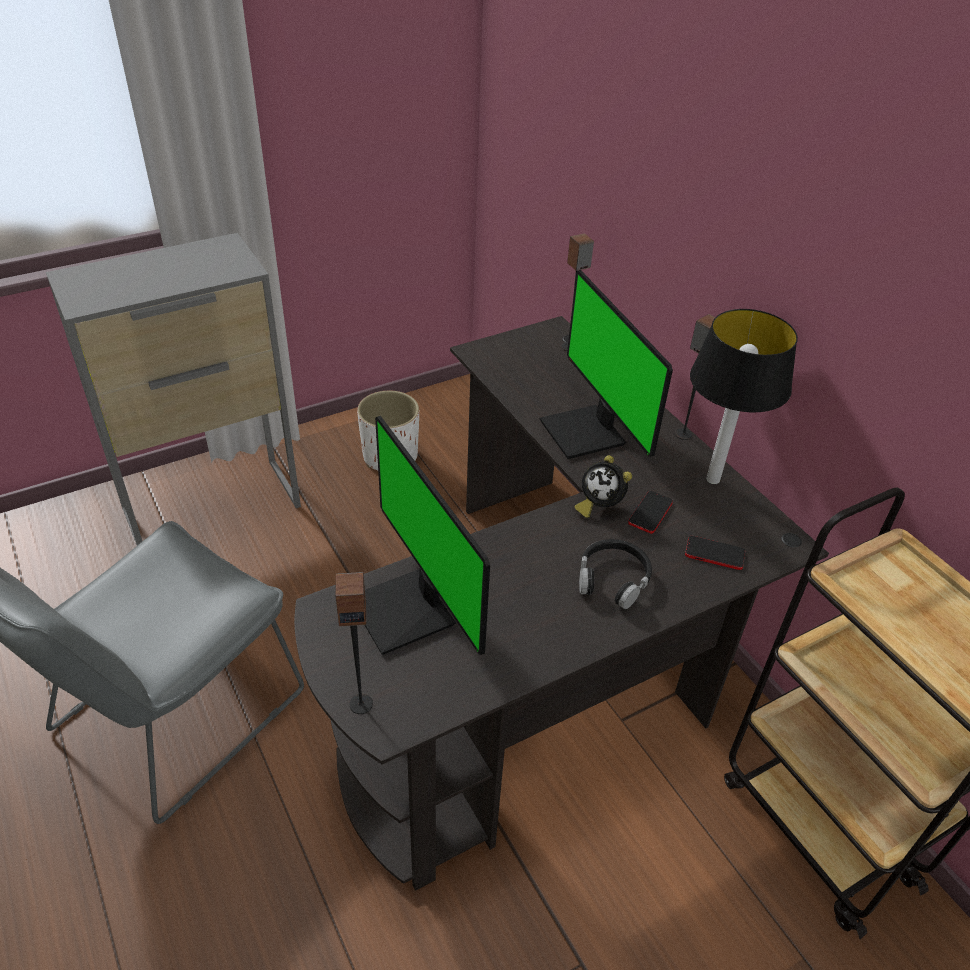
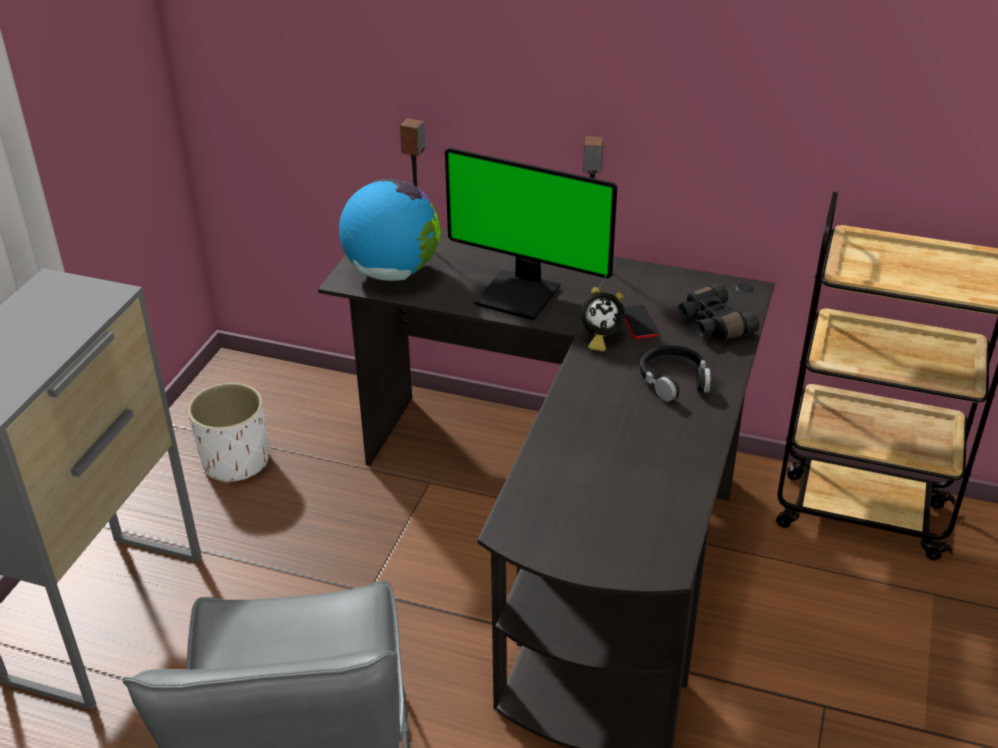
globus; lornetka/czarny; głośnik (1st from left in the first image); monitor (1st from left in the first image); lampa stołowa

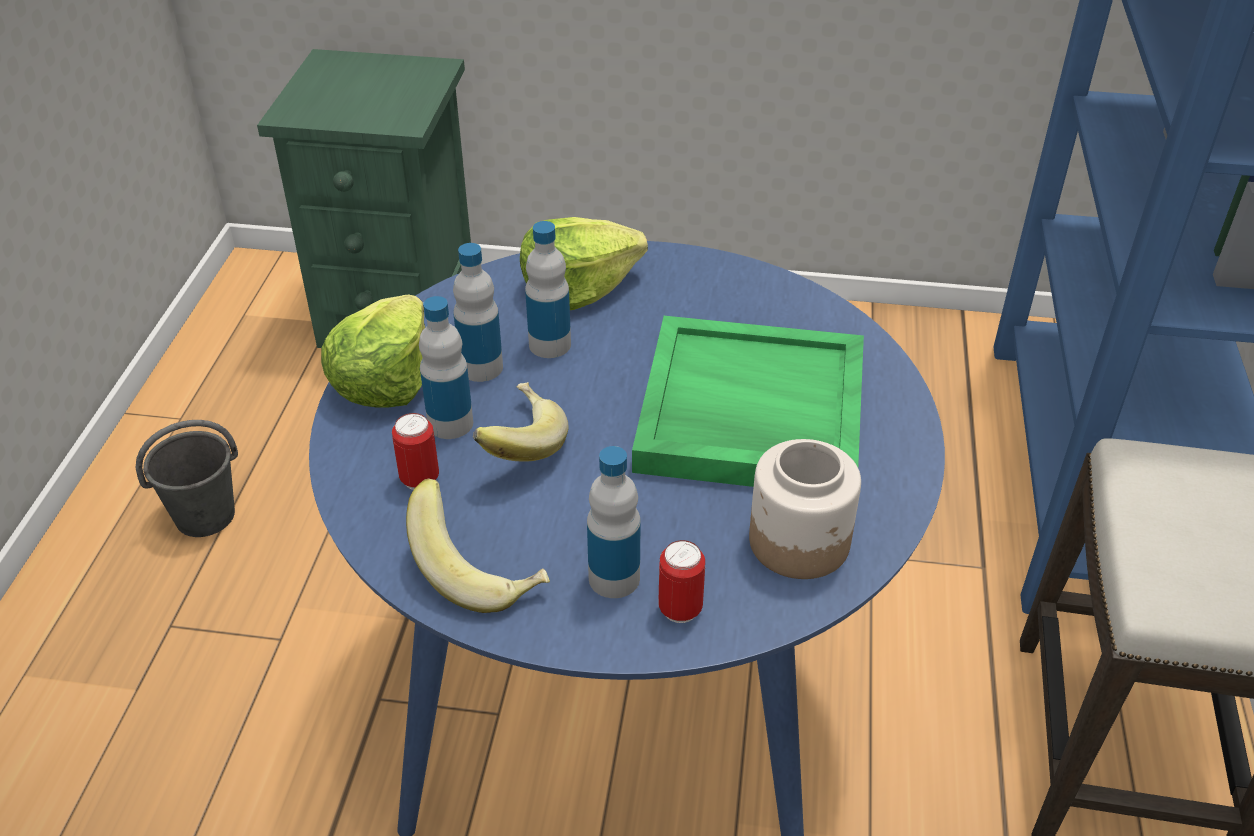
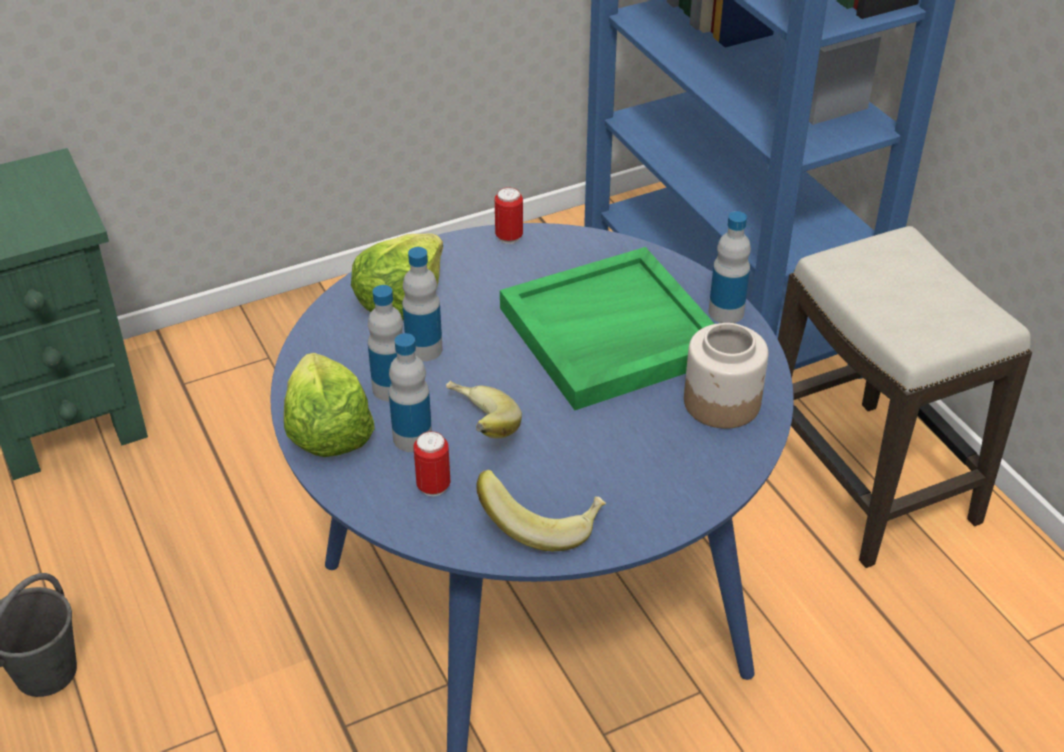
puszka (2nd from left); butelka (4th from left)

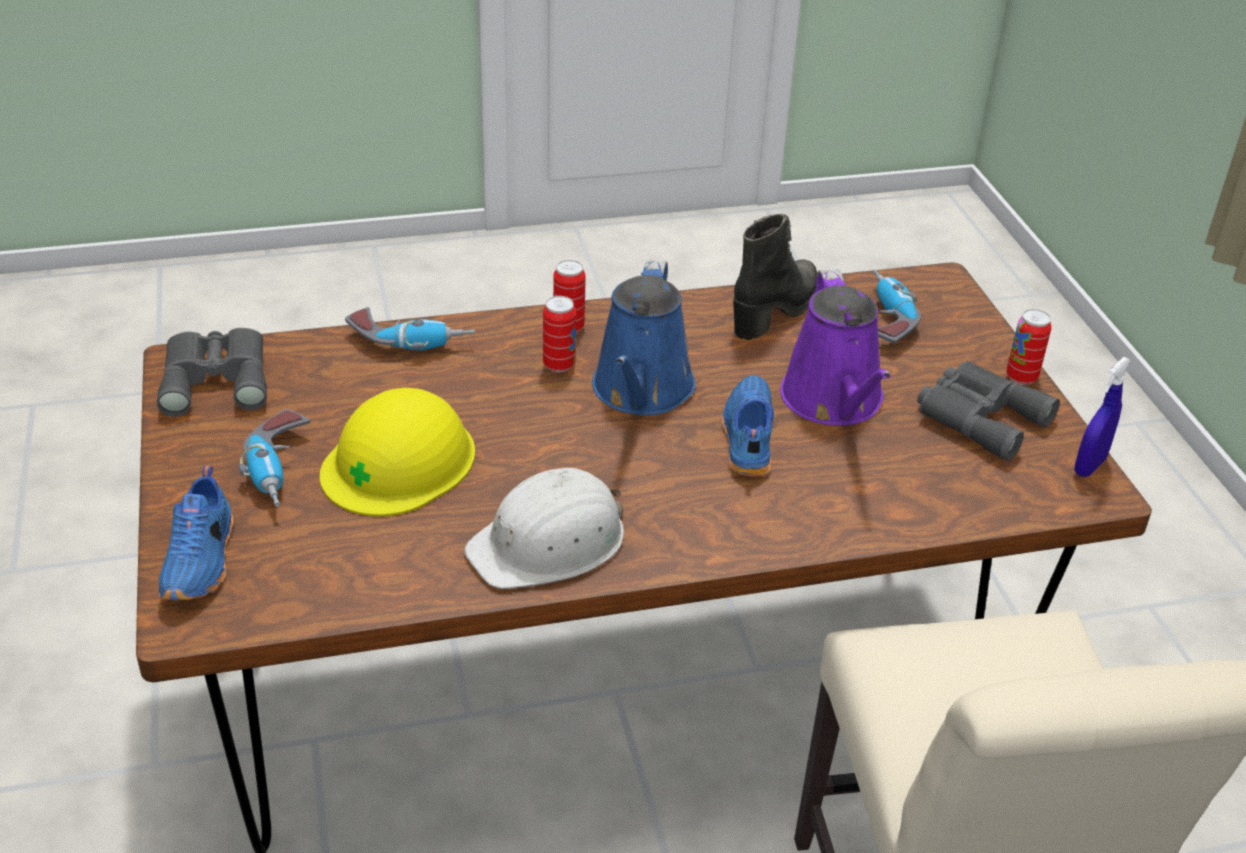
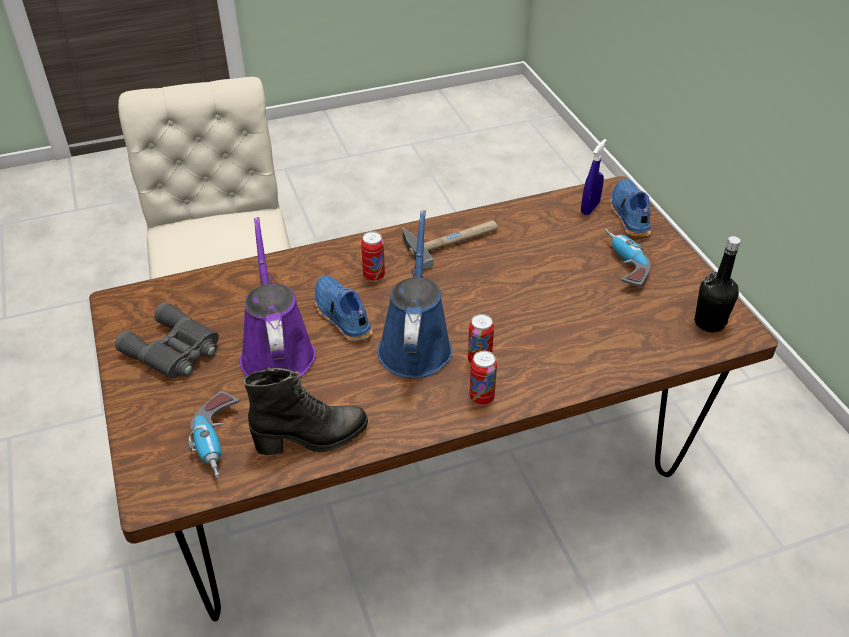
but z cholewką/czarny; but/niebieski (1st from left); puszka (1st from left); młotek; spryskiwacz/niebieski; butelka/czarny; kask/żółty; wiertarka (2nd from left in the first image)

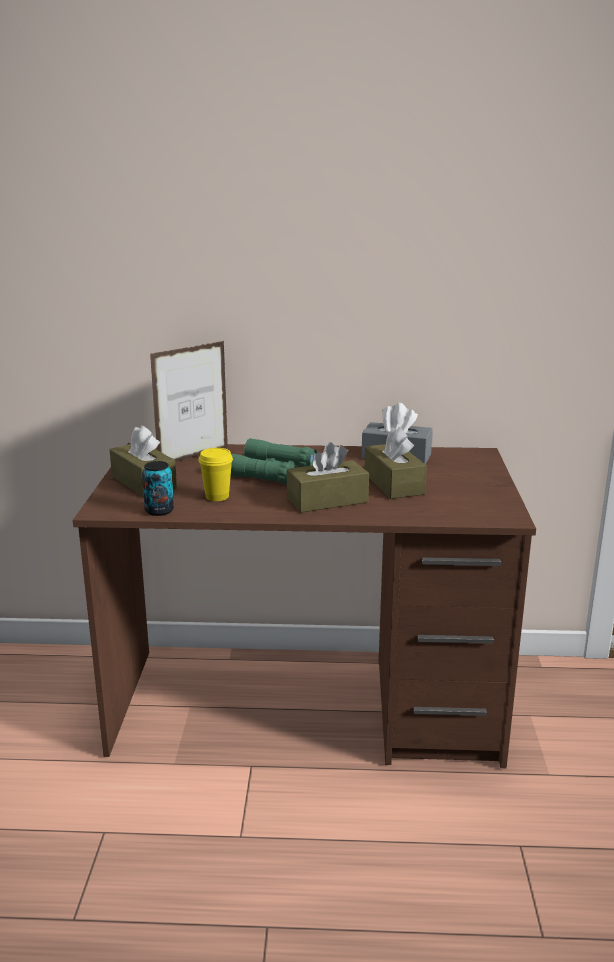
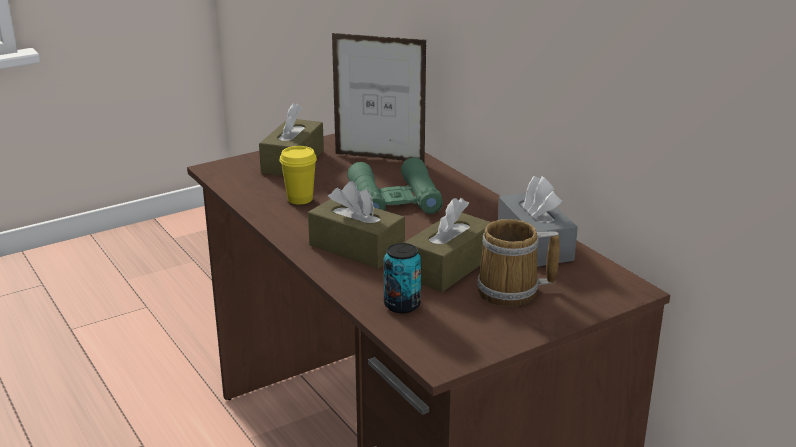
puszka; kubek

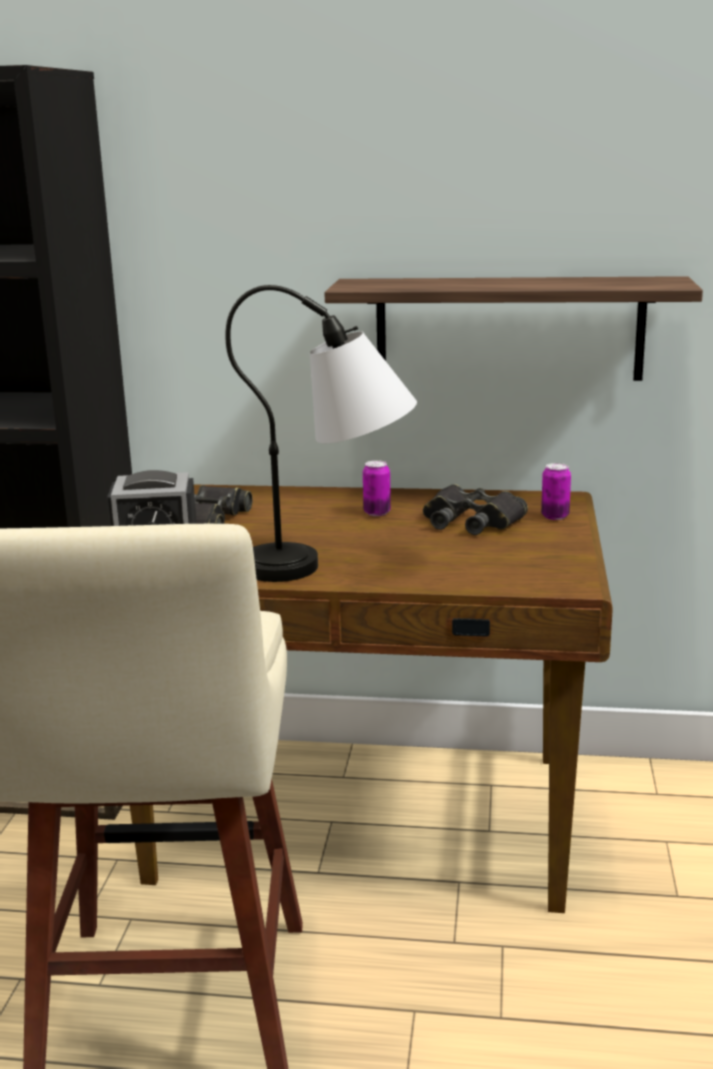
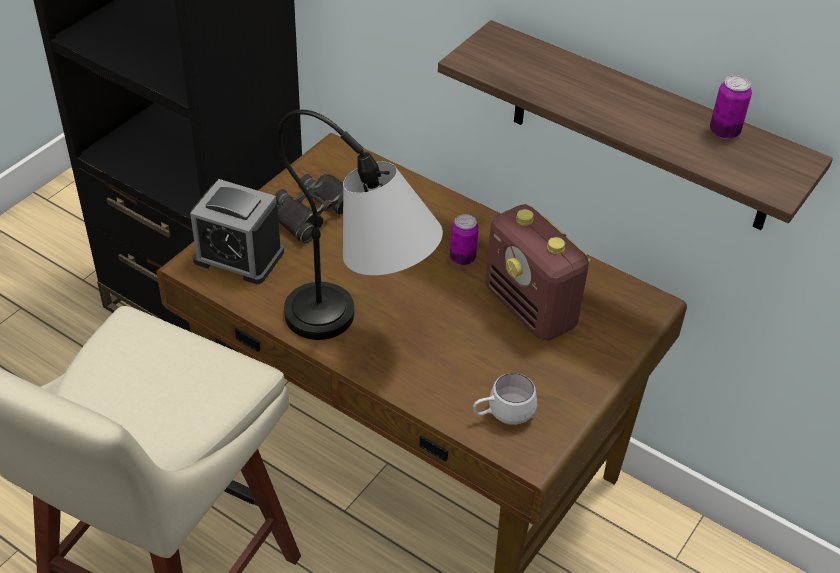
kubek/biały; radio; puszka (2nd from left)

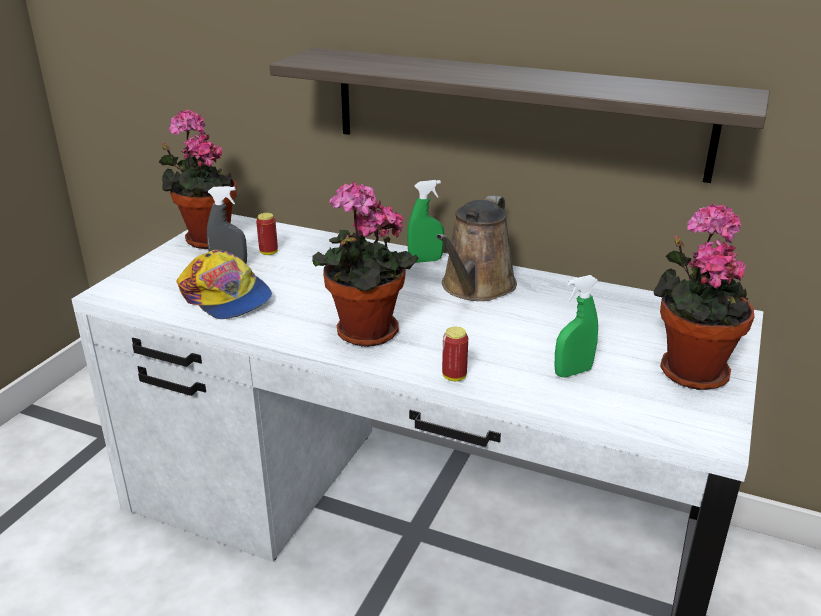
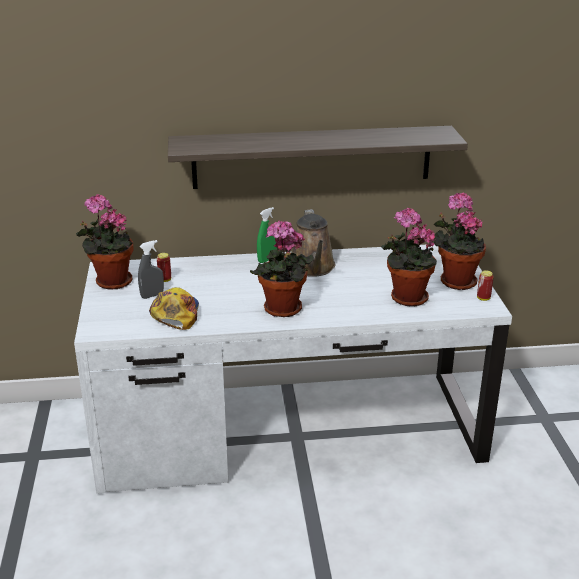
czapka z daszkiem; roślina doniczkowa (3rd from left); puszka (2nd from left)

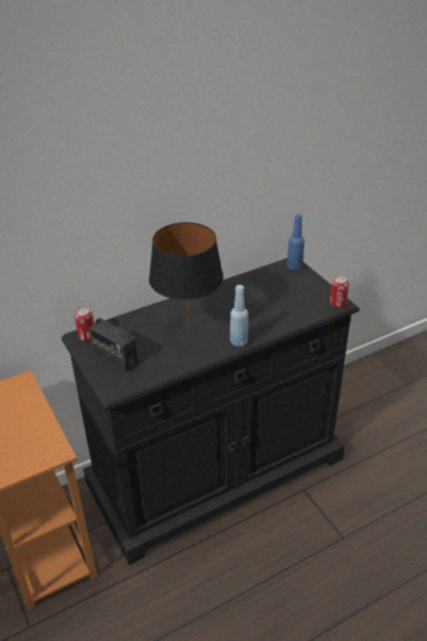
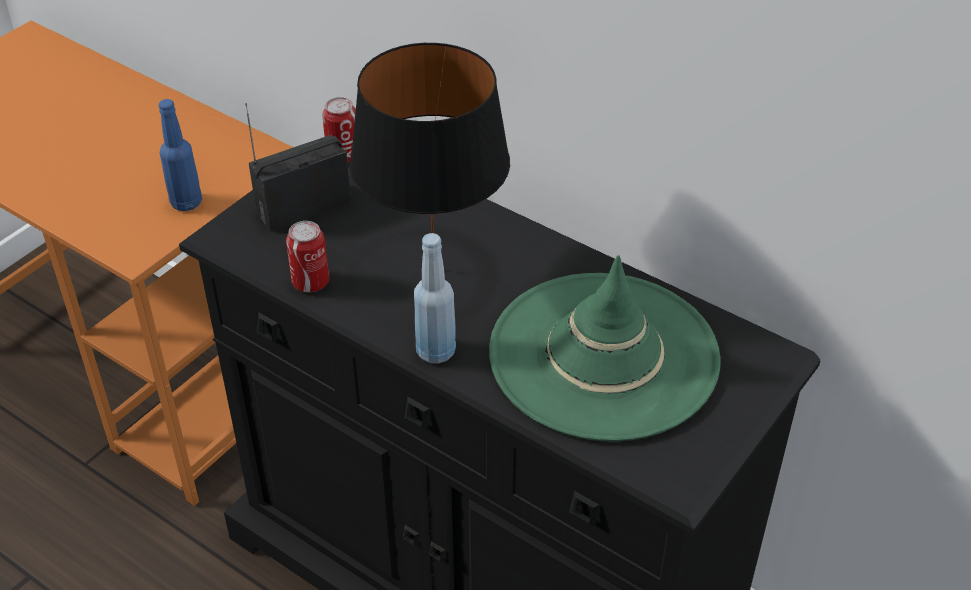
butelka/niebieski (1st from left); radio; puszka (1st from left); kapelusz/zielony

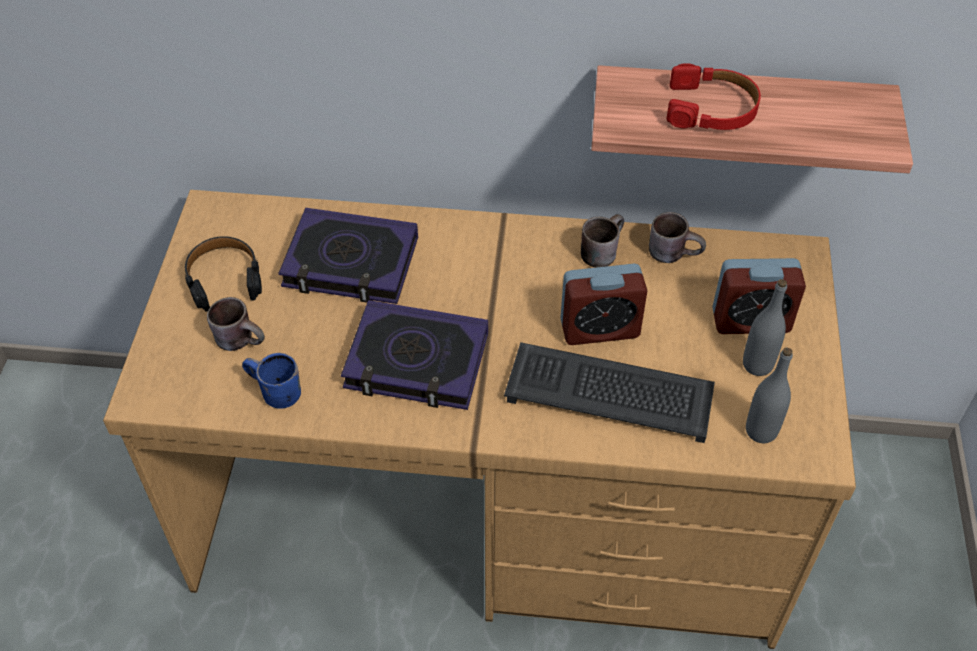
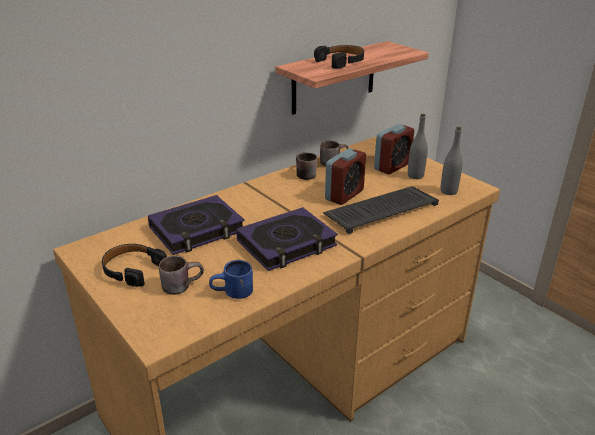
słuchawki/czarny (2nd from left)

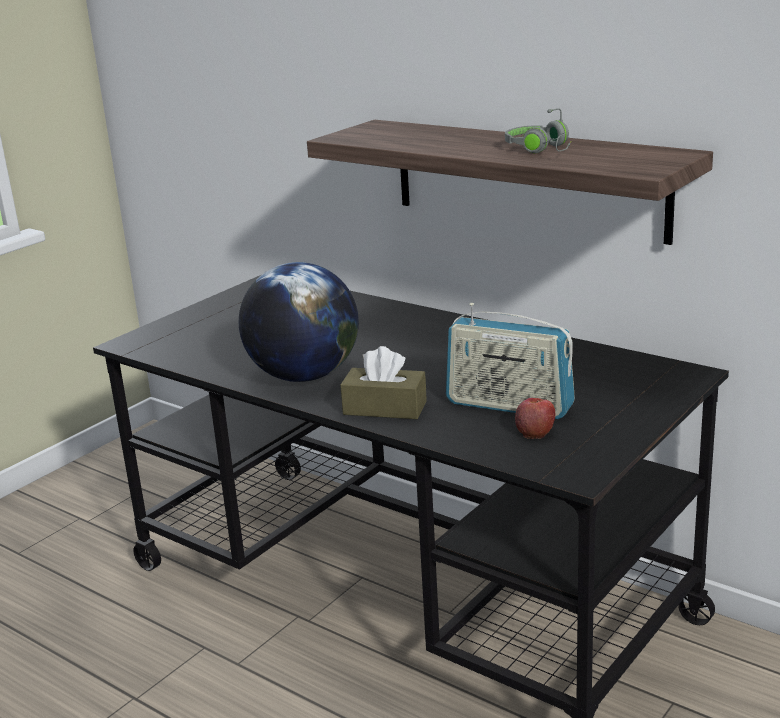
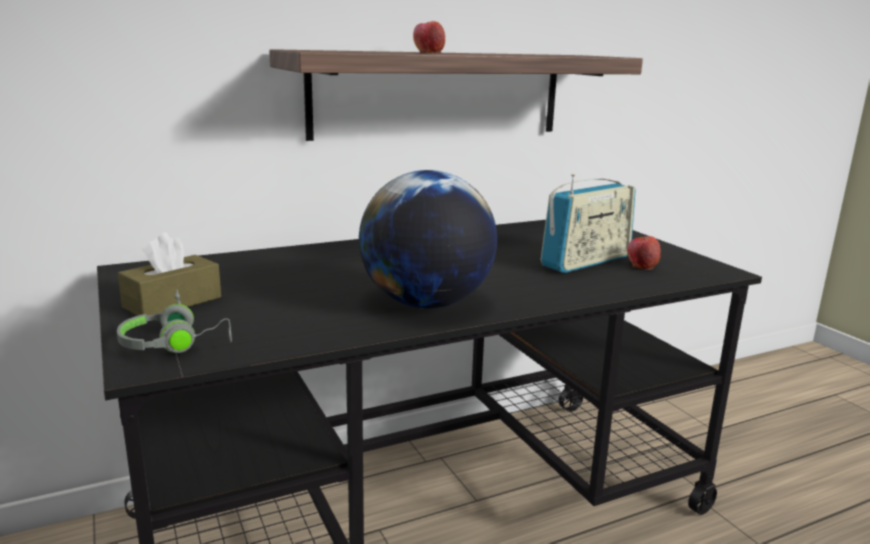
słuchawki/szary; pudełko chusteczek/brązowy; jabłko (1st from left)

